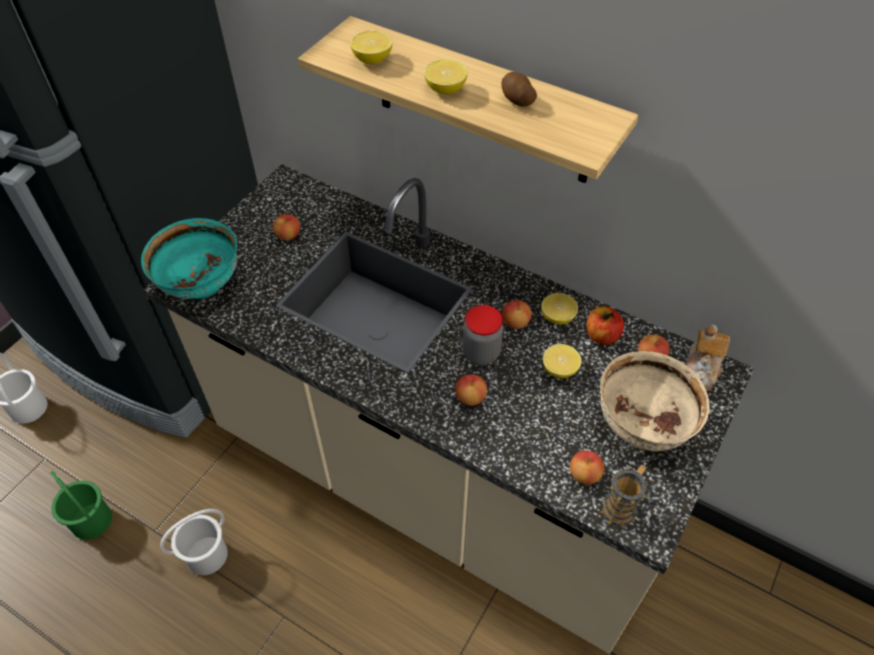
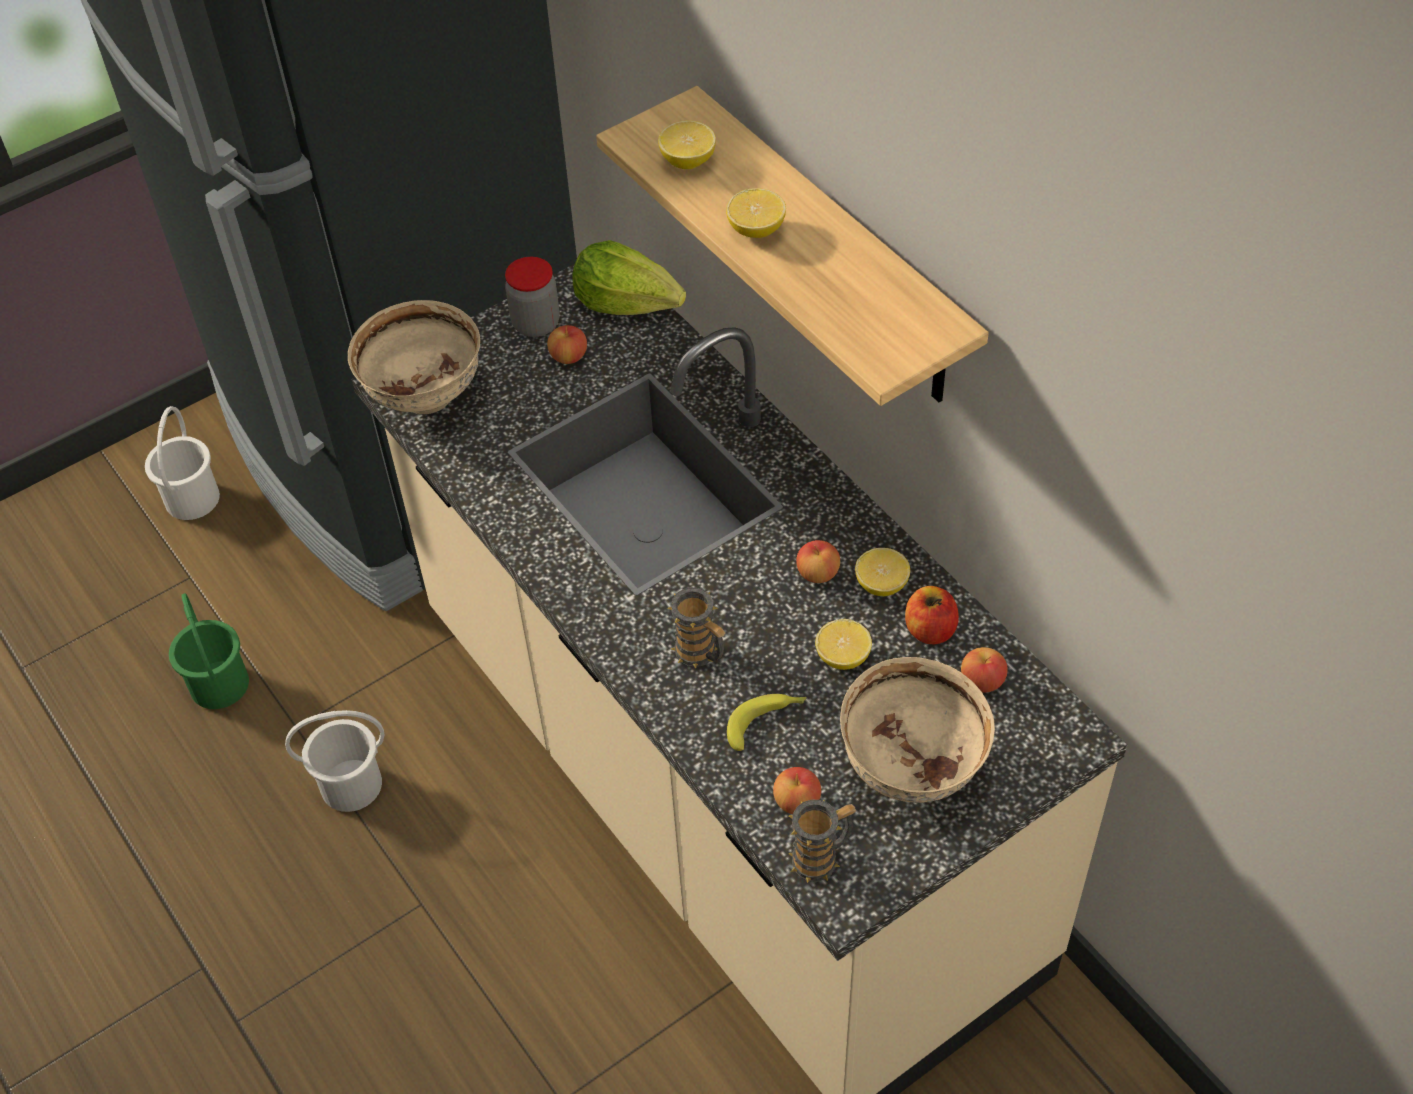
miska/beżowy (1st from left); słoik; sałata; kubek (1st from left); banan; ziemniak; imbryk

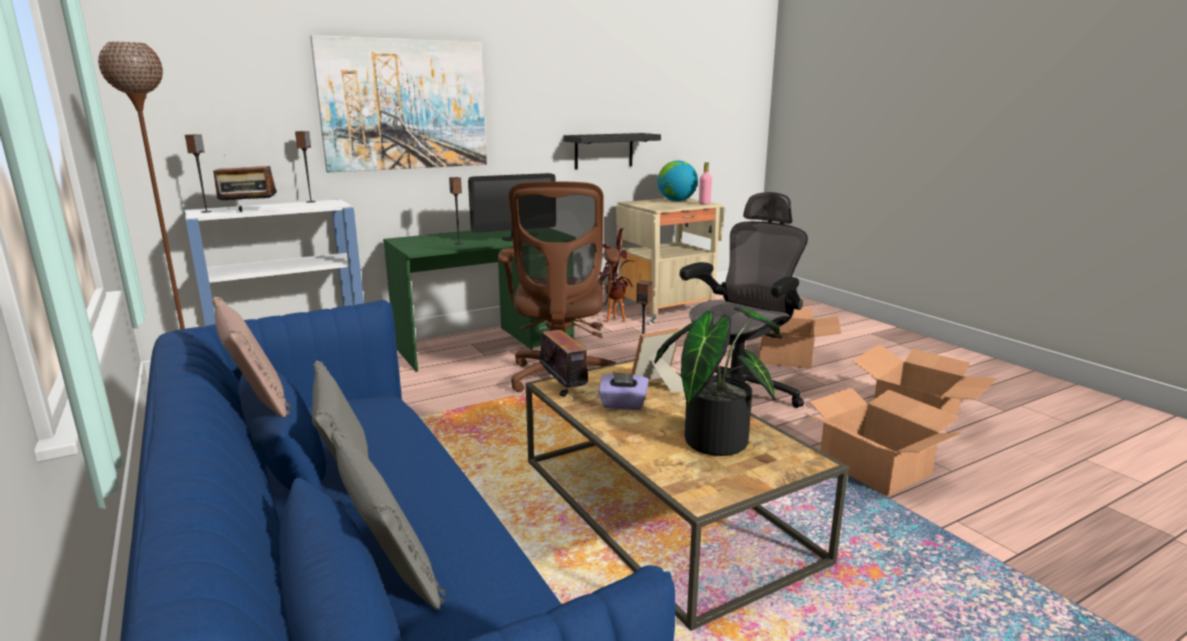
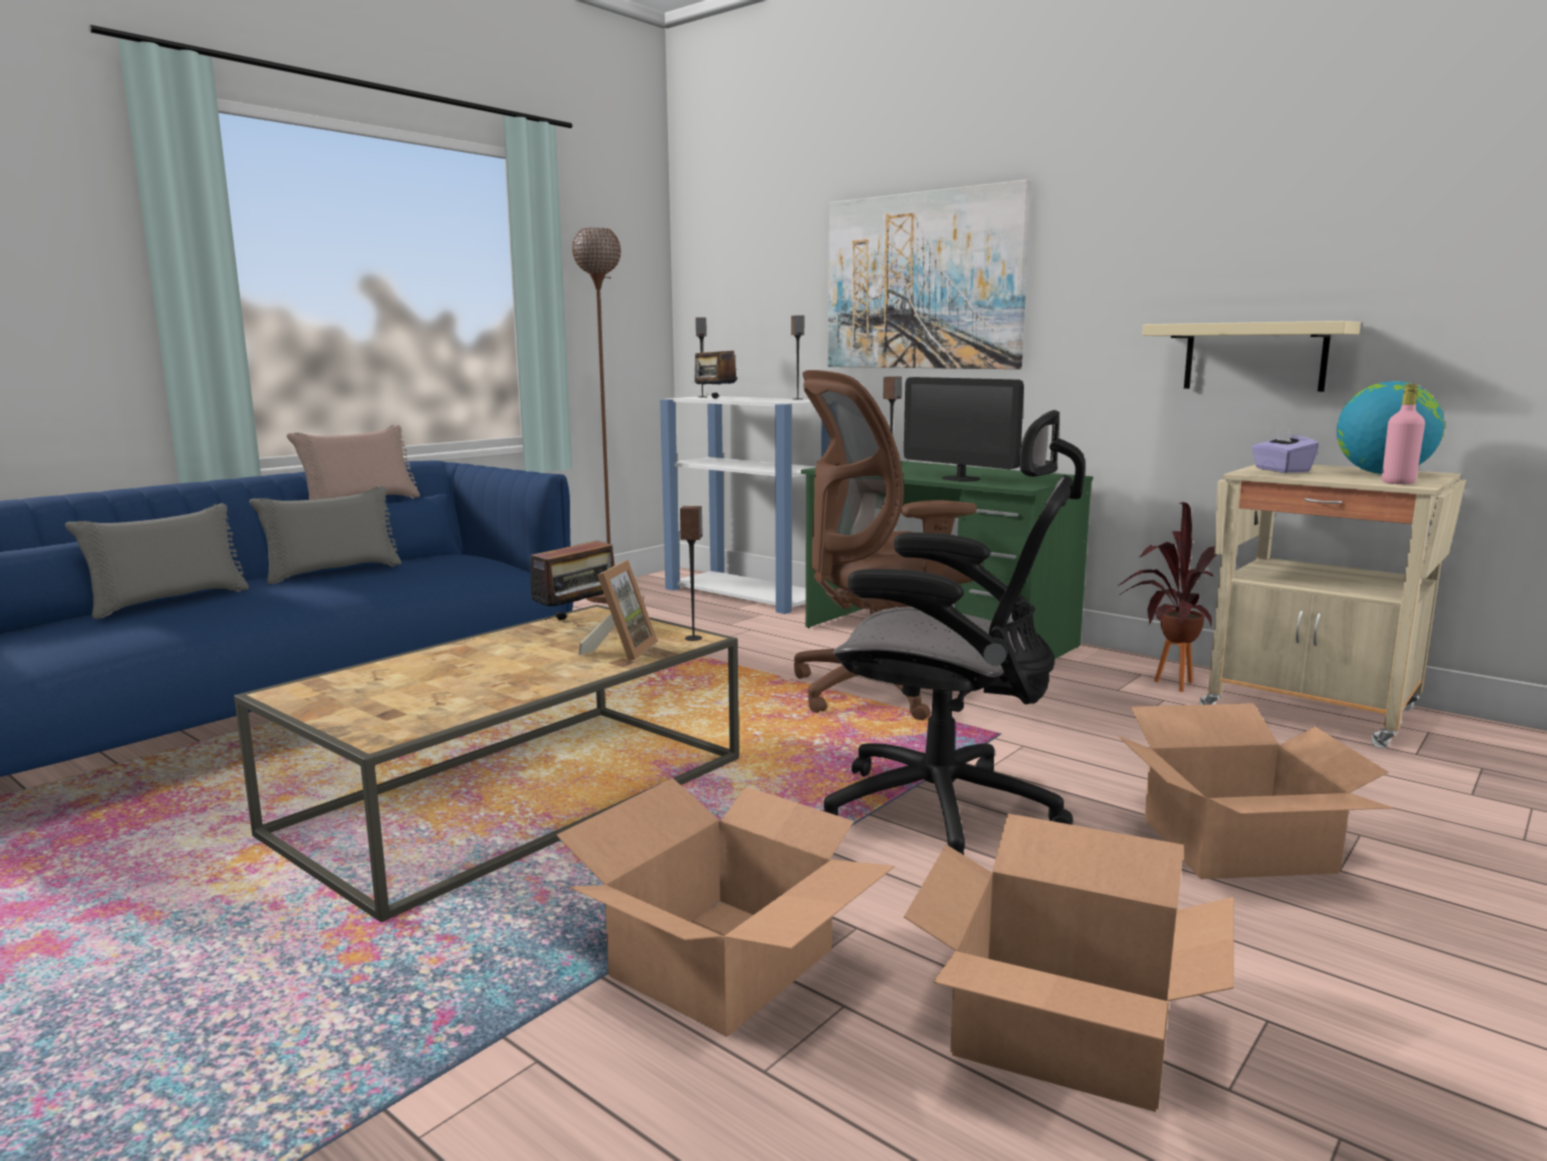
ramka na zdjęcie; półka/beżowy; pudełko chusteczek/fioletowy; roślina doniczkowa (2nd from left in the first image)

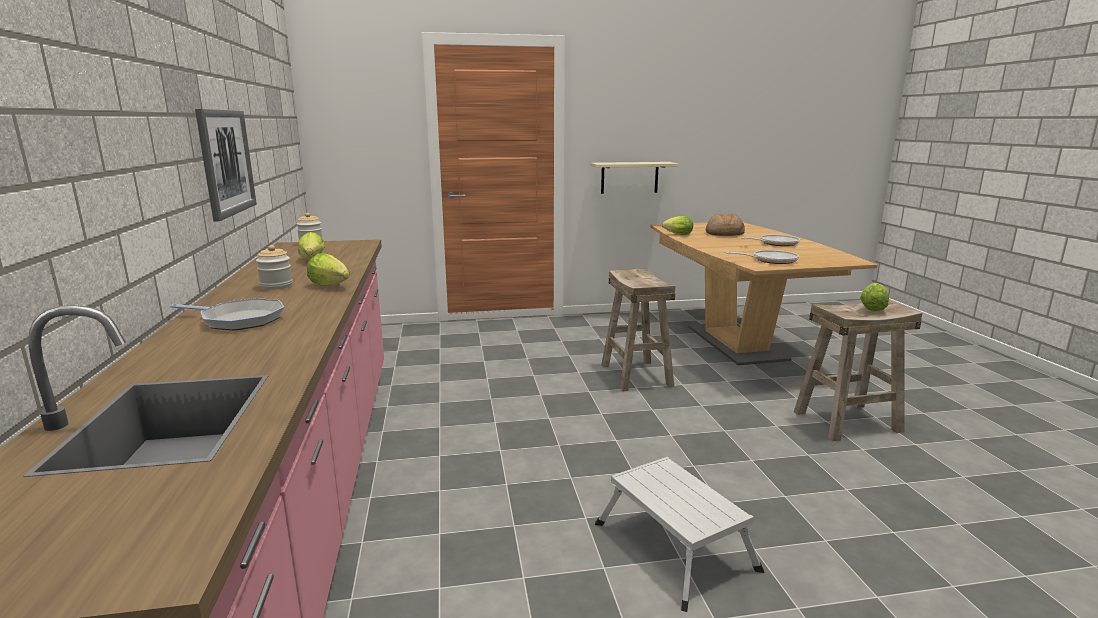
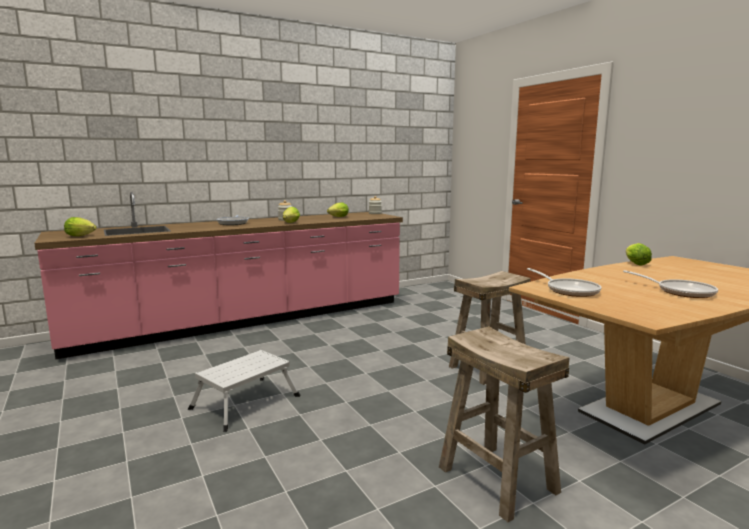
sałata (1st from left); obraz; półka/beżowy; chleb

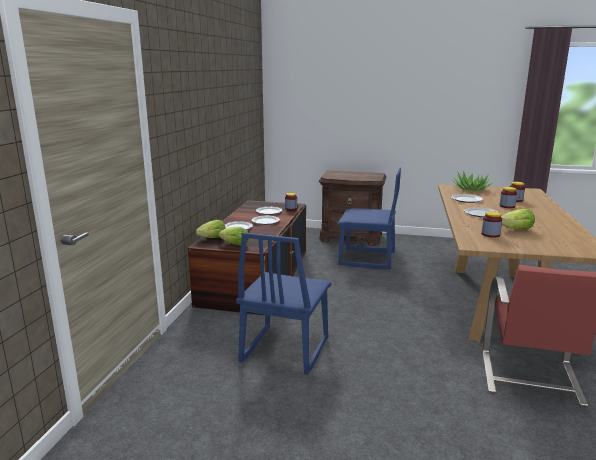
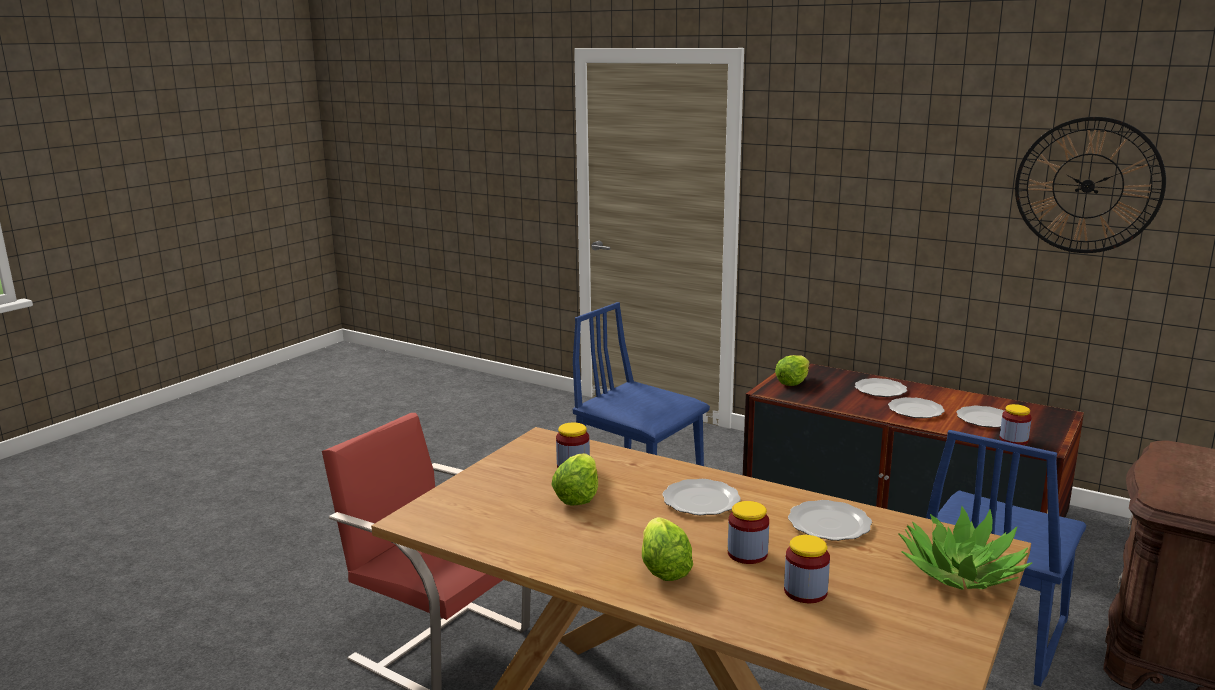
sałata (2nd from left); zegar ścienny

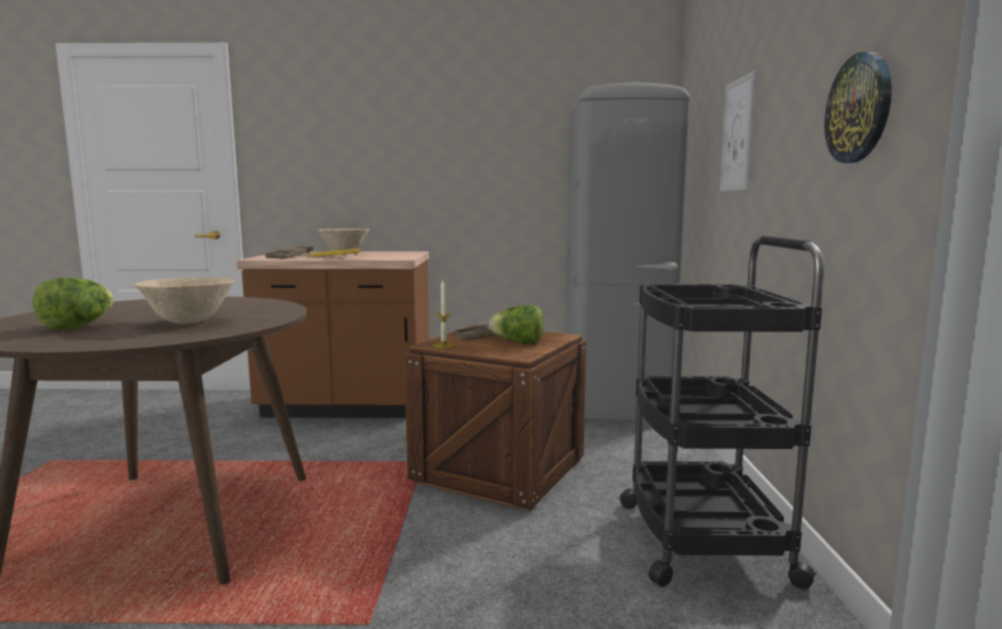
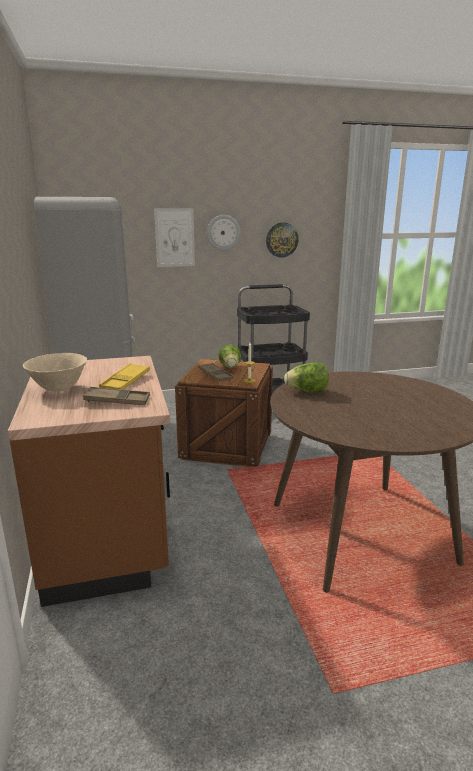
zegar ścienny (1st from left); sałata (2nd from left); miska/beżowy (1st from left in the first image)

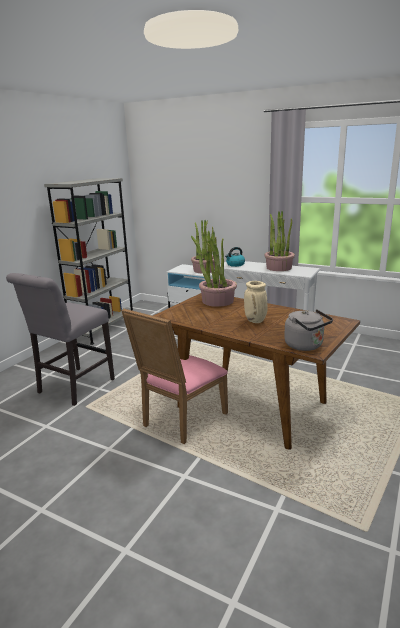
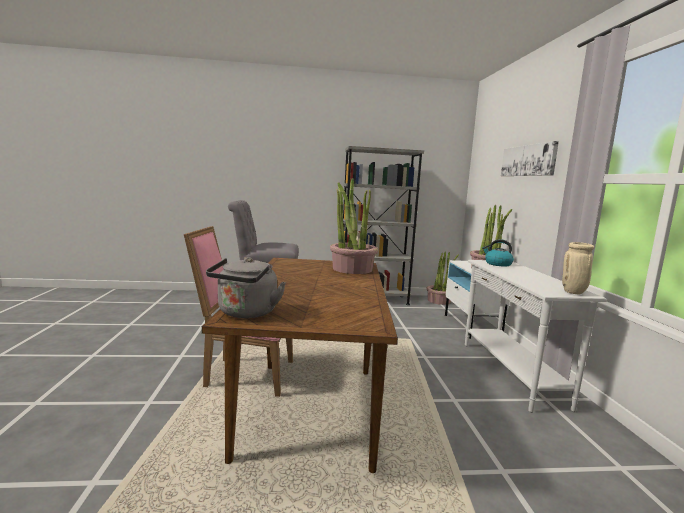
roślina doniczkowa (2nd from left); obraz; wazon/beżowy

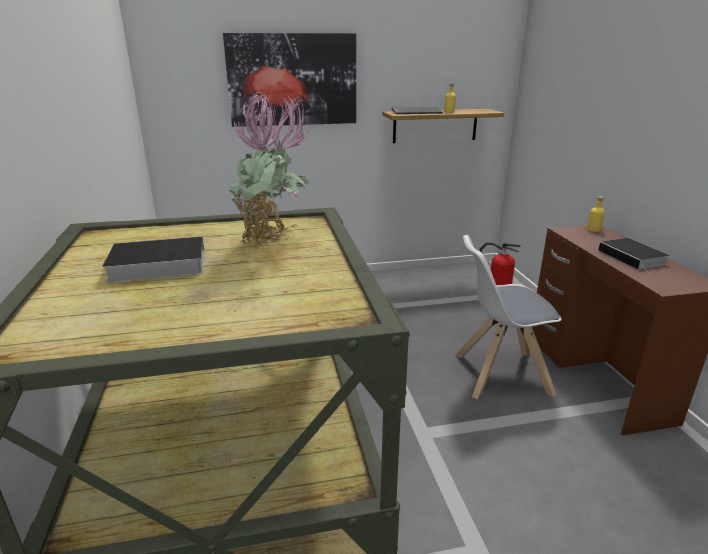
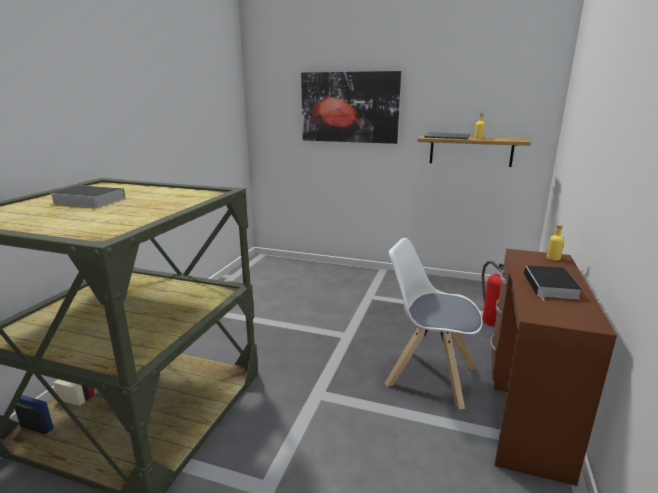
roślina doniczkowa

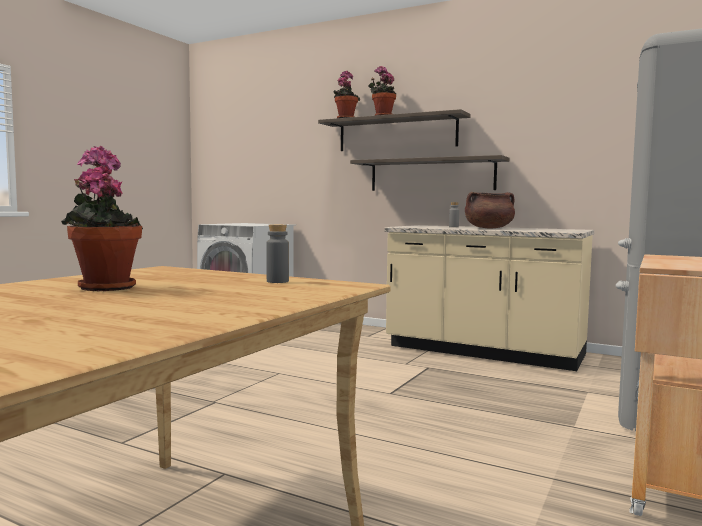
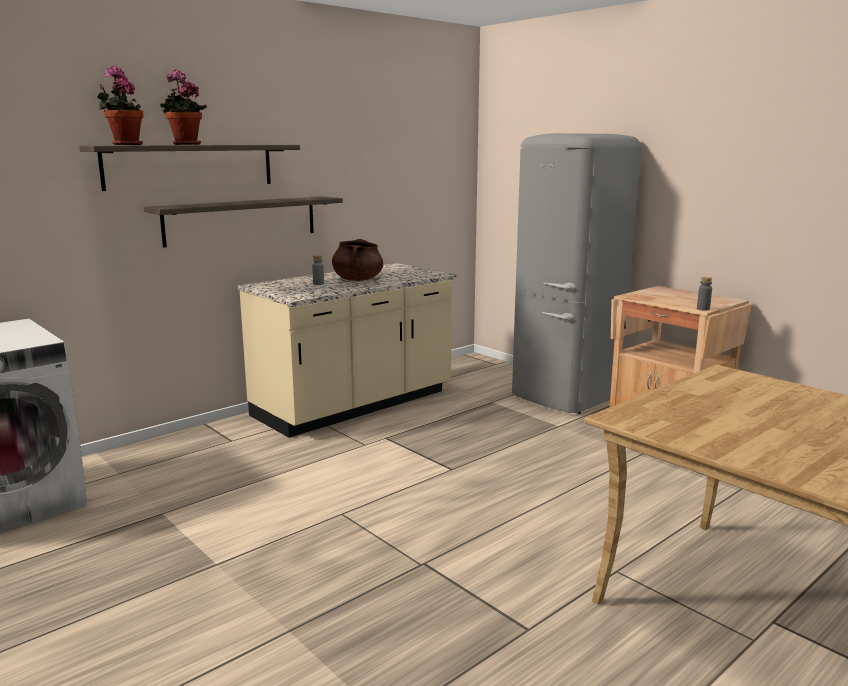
butelka/szary (2nd from left); roślina doniczkowa (1st from left in the first image)

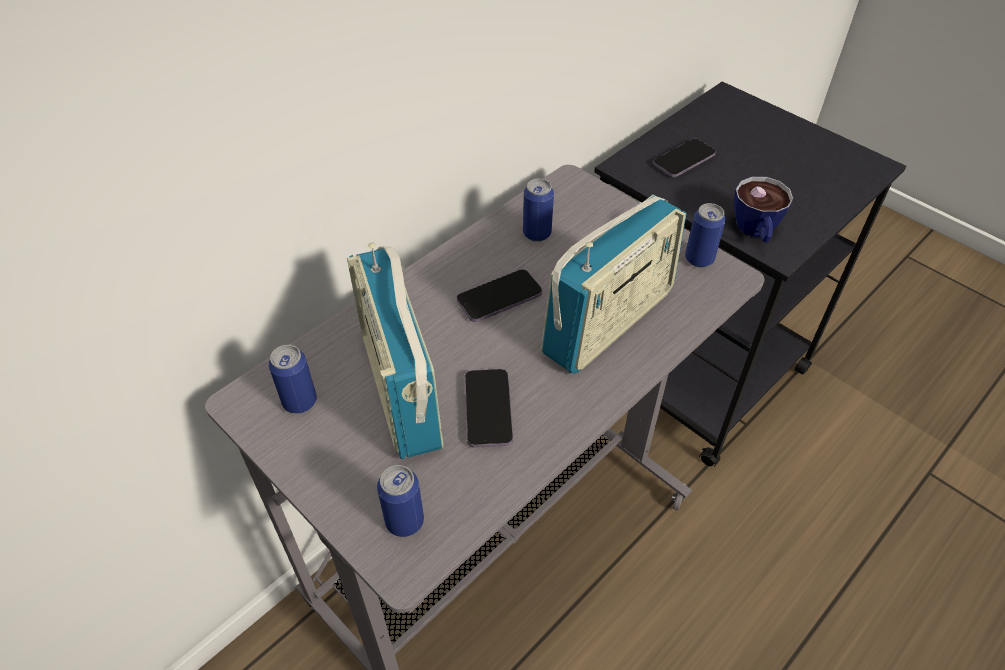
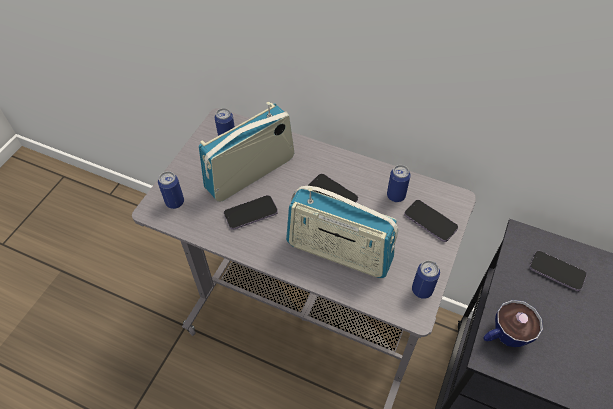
telefon (3rd from left)

